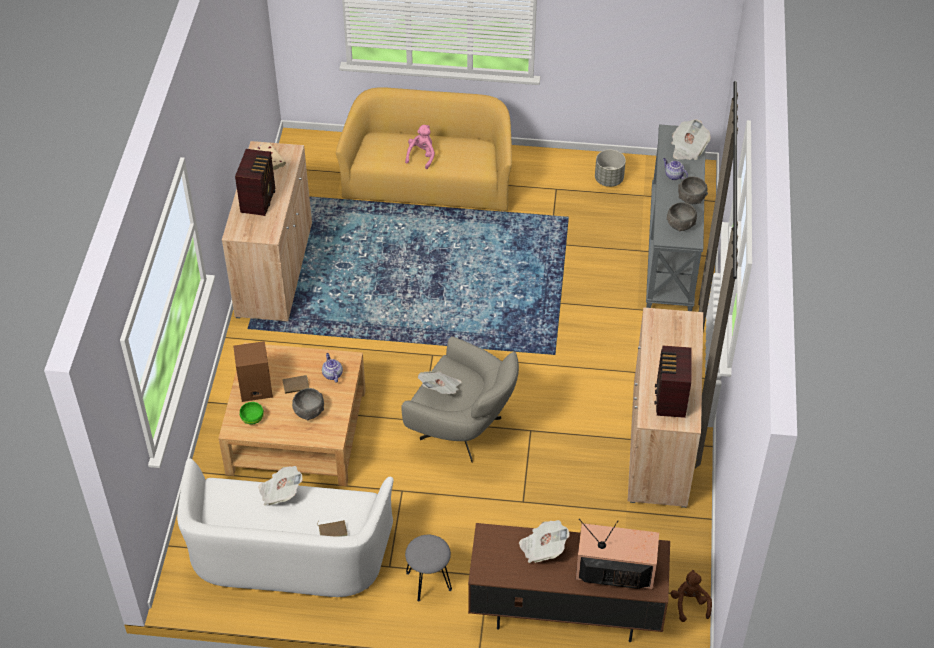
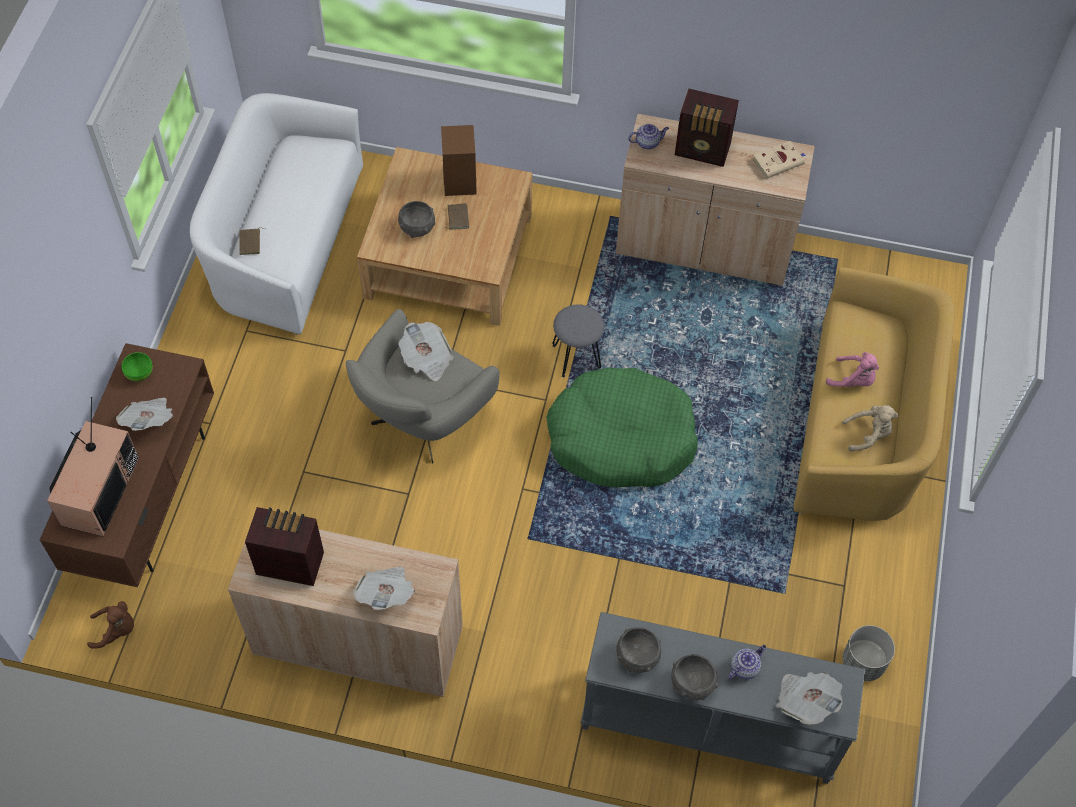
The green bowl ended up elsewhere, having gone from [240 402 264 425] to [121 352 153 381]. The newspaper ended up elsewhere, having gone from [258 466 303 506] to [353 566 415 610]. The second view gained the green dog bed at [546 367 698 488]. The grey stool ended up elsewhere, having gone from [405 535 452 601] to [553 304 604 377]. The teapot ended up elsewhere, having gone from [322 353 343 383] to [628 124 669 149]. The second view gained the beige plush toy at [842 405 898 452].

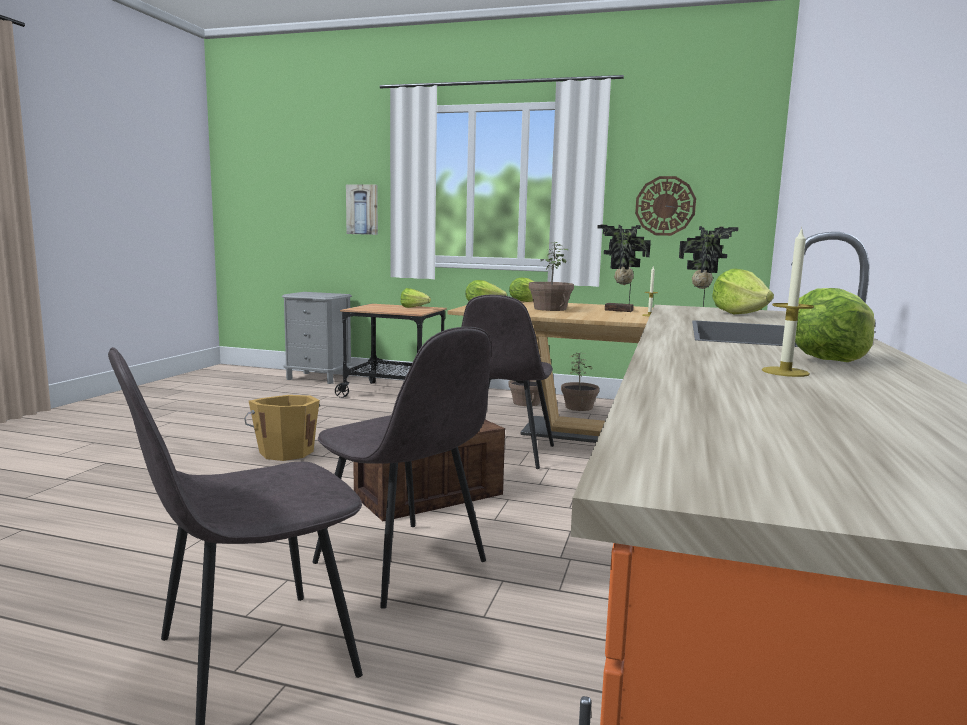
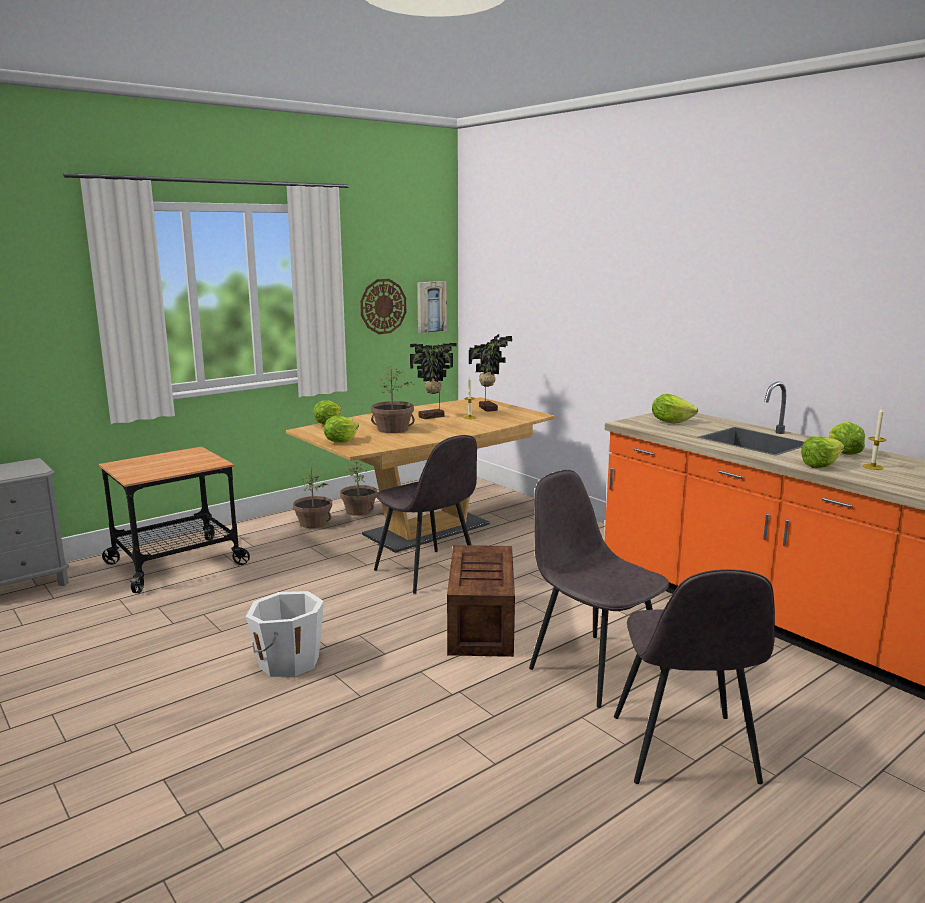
What was the orange bucket at [244 395 320 461] turned into the white bucket at [246 591 324 677]. The picture ended up elsewhere, having gone from [346 185 378 235] to [417 281 447 333]. The grey chair at [312 327 491 609] ended up facing another way, 120 degrees counterclockwise from before. The lettuce ended up elsewhere, having gone from [400 288 431 308] to [801 436 844 468].

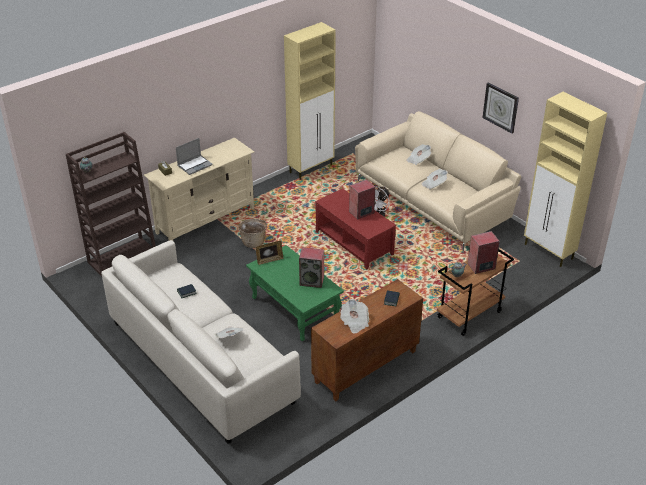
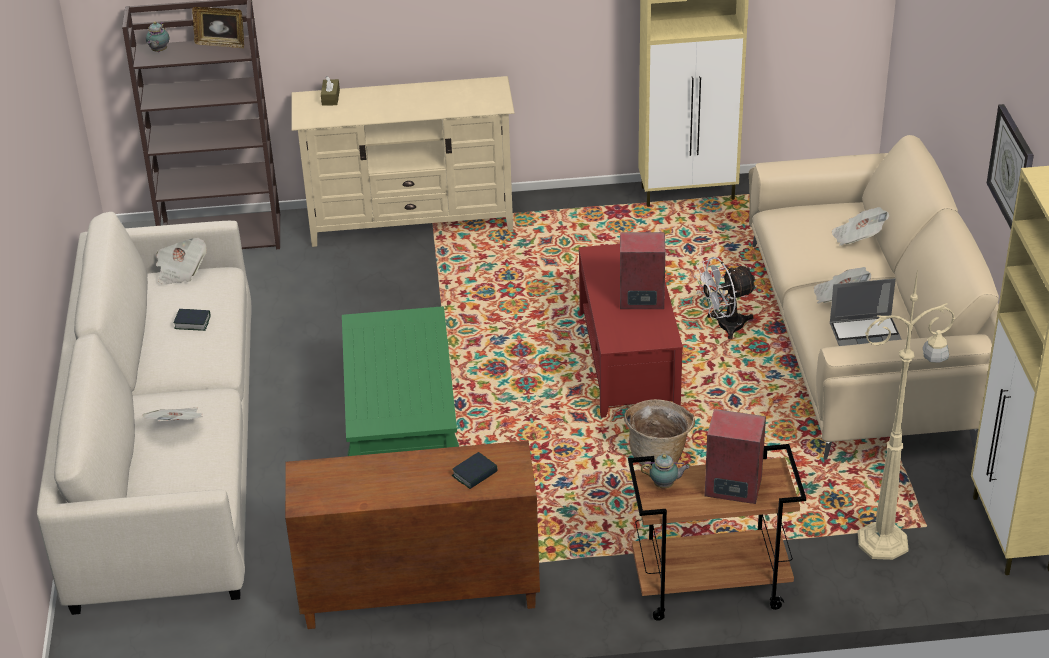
The newspaper ended up elsewhere, having gone from [340 299 369 334] to [156 238 207 284]. The picture frame ended up elsewhere, having gone from [256 241 284 265] to [192 7 244 48]. The basket ended up elsewhere, having gone from [238 219 267 248] to [624 399 695 468]. The laptop ended up elsewhere, having gone from [176 138 213 175] to [830 278 902 346]. The second view gained the beige floor lamp at [858 269 955 560]. The second view lost the speaker at [299 247 324 288].

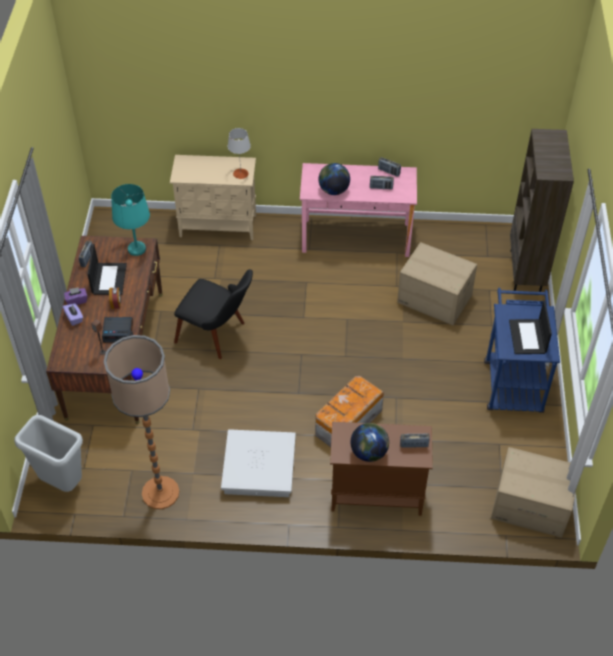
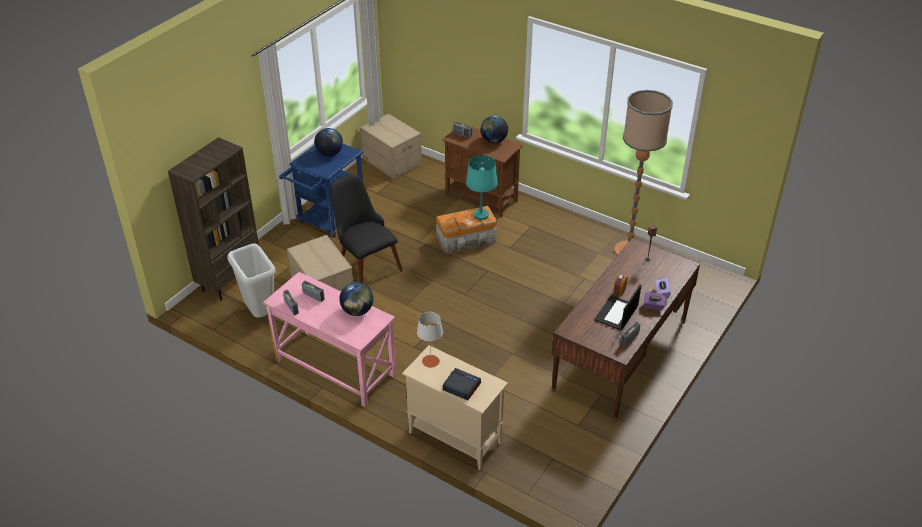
The grey trash can ended up elsewhere, having gone from [14 415 83 492] to [227 244 276 318]. Where the laptop stood at [509 300 552 354], the globe came to stand at [314 128 343 156]. The black chair ended up elsewhere, having gone from [174 269 253 359] to [330 174 403 283]. The alarm clock ended up elsewhere, having gone from [102 317 133 343] to [443 368 481 400]. The turquoise table lamp ended up elsewhere, having gone from [111 184 150 256] to [466 155 498 220]. The second view lost the white storage box at [221 429 296 497].

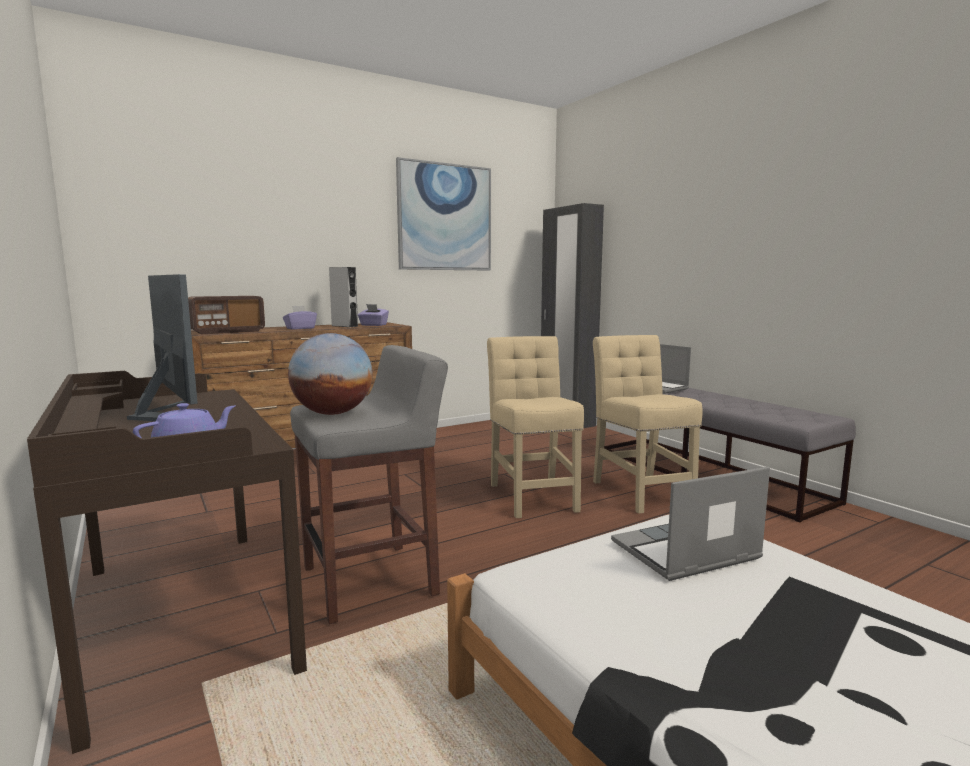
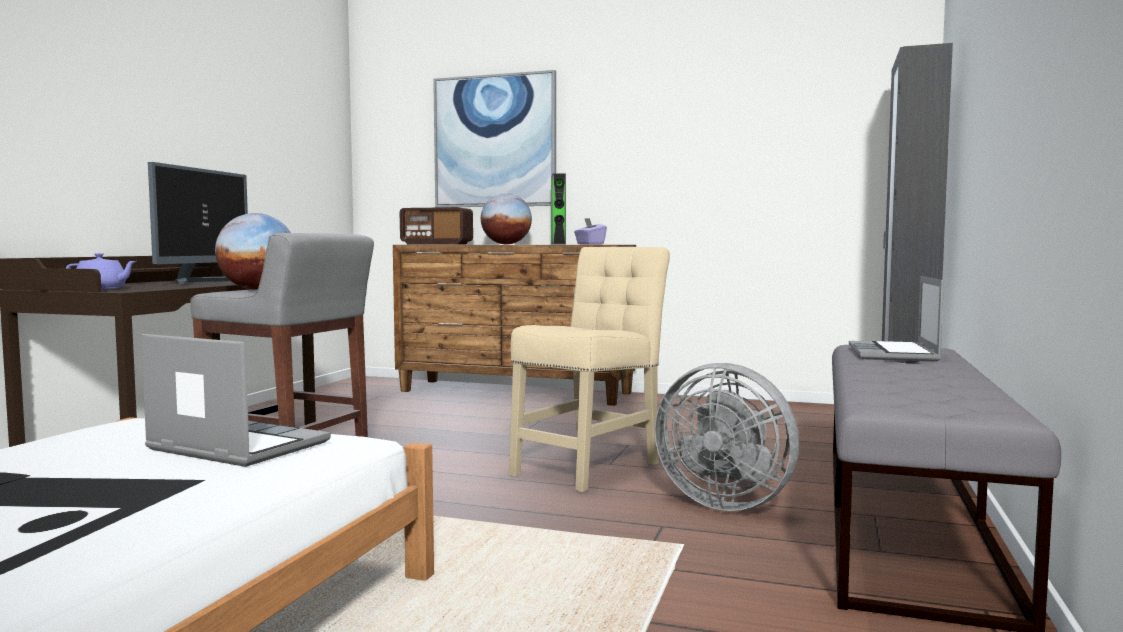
The picture ended up elsewhere, having gone from [396 157 491 270] to [433 70 556 208]. Where the purple tissue box stood at [283 306 317 330], the globe came to stand at [481 193 532 244]. What was the grey speaker at [329 267 358 327] turned into the green speaker at [551 173 566 244]. Where the beige chair stood at [593 335 703 514], the grey fan came to stand at [655 363 799 511].

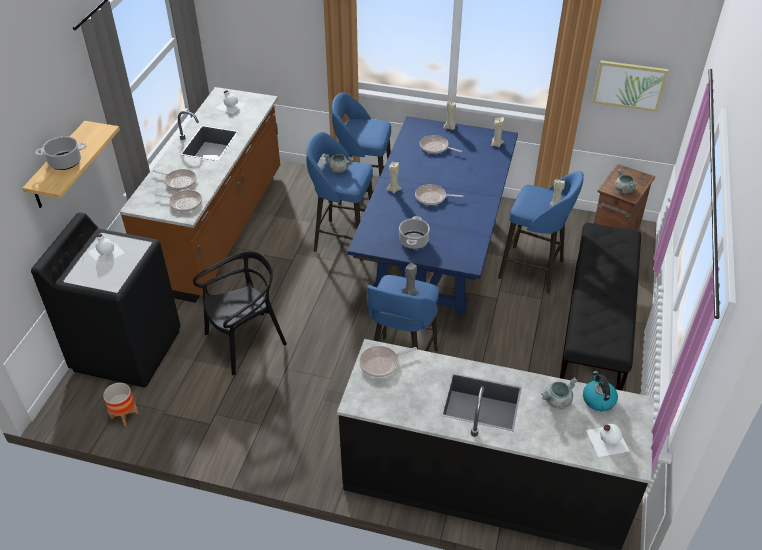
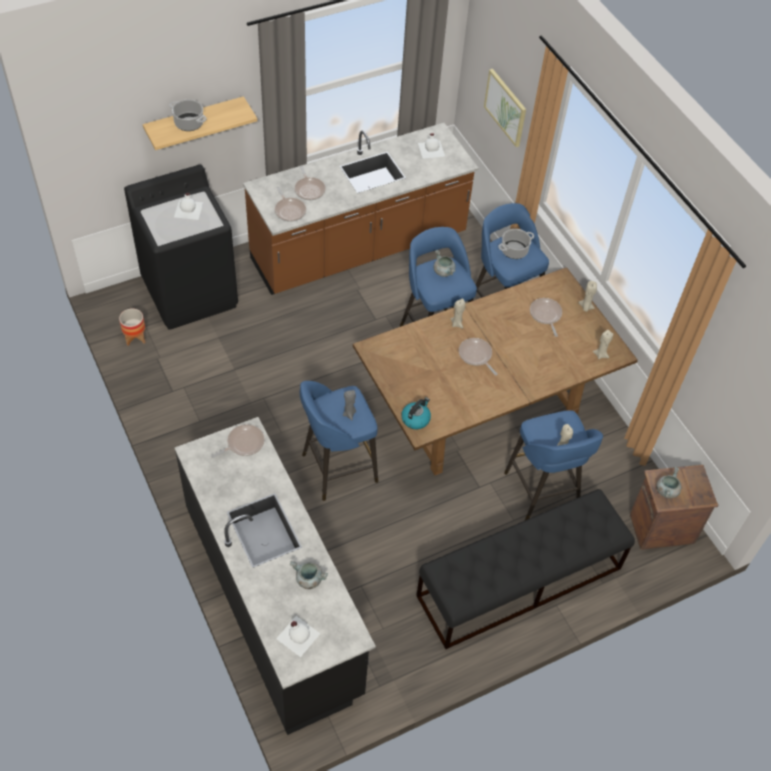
The frying pan at [359 346 417 377] ended up facing another way, 120 degrees clockwise from before. What was the blue dining table at [347 116 518 316] turned into the brown dining table at [353 267 638 475]. The kettle ended up elsewhere, having gone from [583 371 618 411] to [401 397 431 429]. The picture ended up elsewhere, having gone from [592 61 668 112] to [484 69 526 147]. The cooking pot ended up elsewhere, having gone from [399 216 430 249] to [498 229 534 259]. The second view lost the black chair at [193 251 287 375].

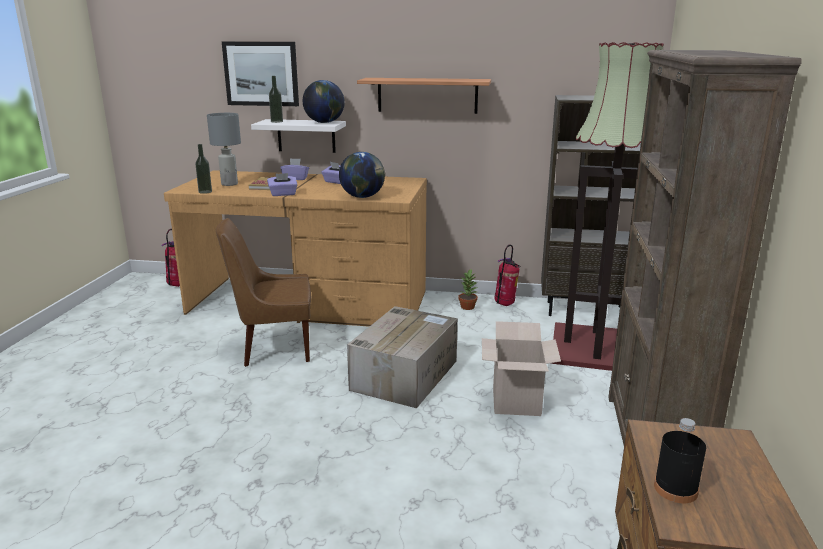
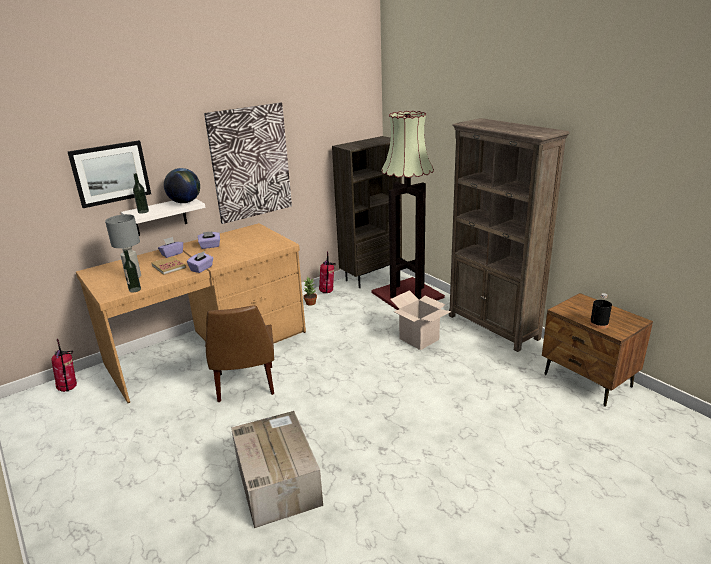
Where the shelf hung at [357 78 491 114], the picture came to hang at [204 102 292 224]. The brown chair at [216 218 311 367] ended up facing another way, 45 degrees counterclockwise from before. The cardboard box ended up elsewhere, having gone from [347 306 458 408] to [231 411 323 528]. The second view lost the globe at [339 152 385 198].

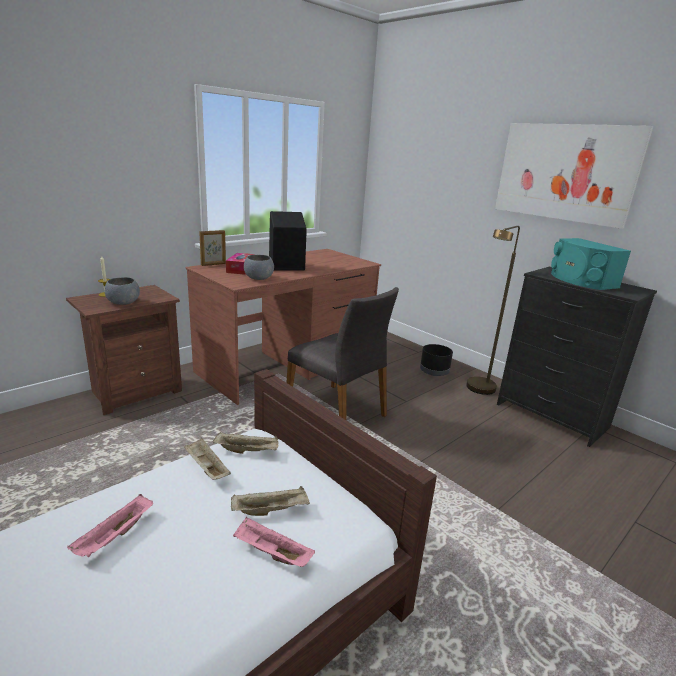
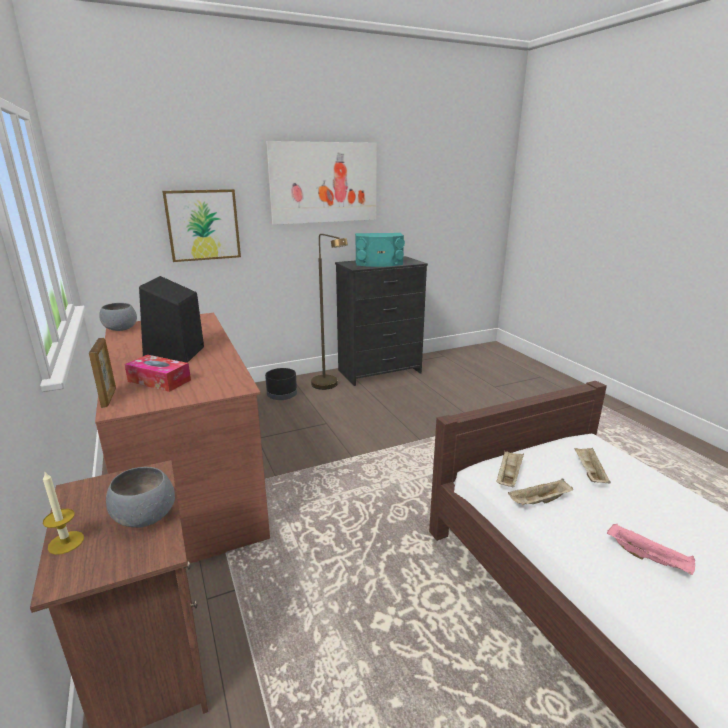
The grey bowl ended up elsewhere, having gone from [244 255 274 280] to [99 303 137 331]. The second view gained the picture at [162 189 241 262]. The second view lost the pink tray at [233 517 315 567]. The second view lost the grey chair at [286 287 399 420].

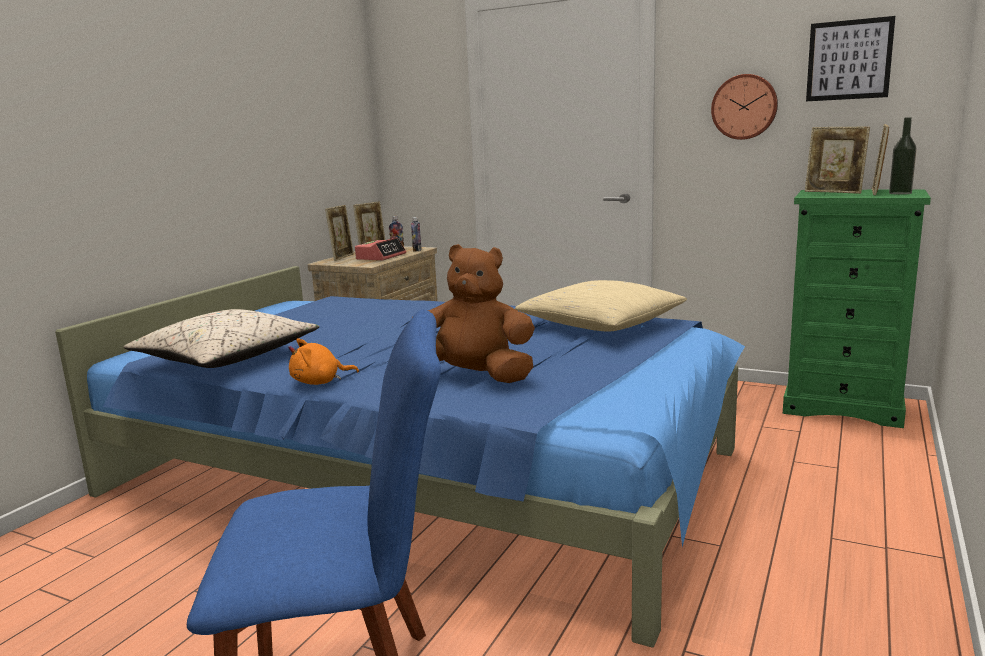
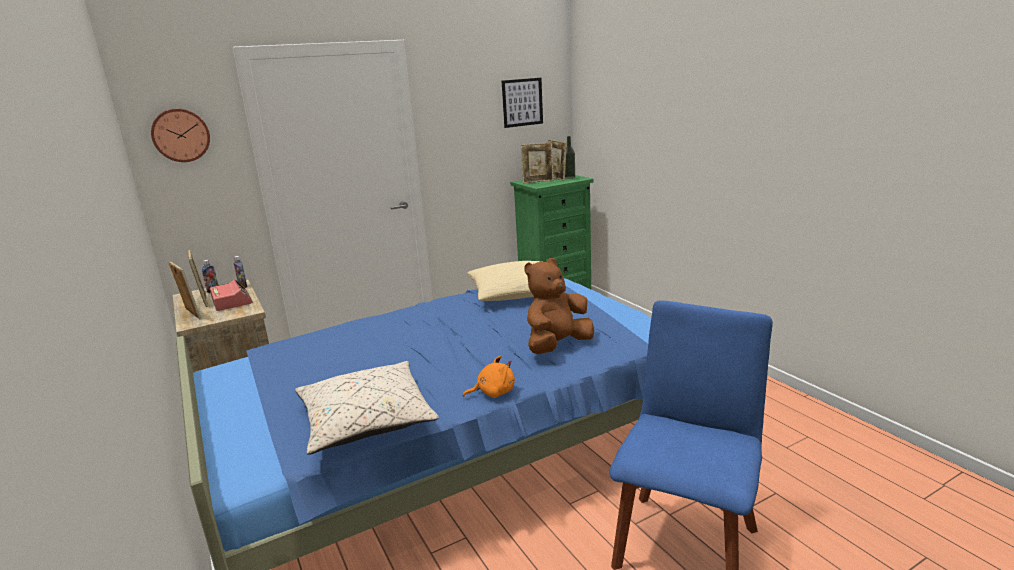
The wall clock ended up elsewhere, having gone from [711 74 778 140] to [151 109 210 162]. The orange plush toy at [288 338 359 385] ended up facing another way, 120 degrees counterclockwise from before.

